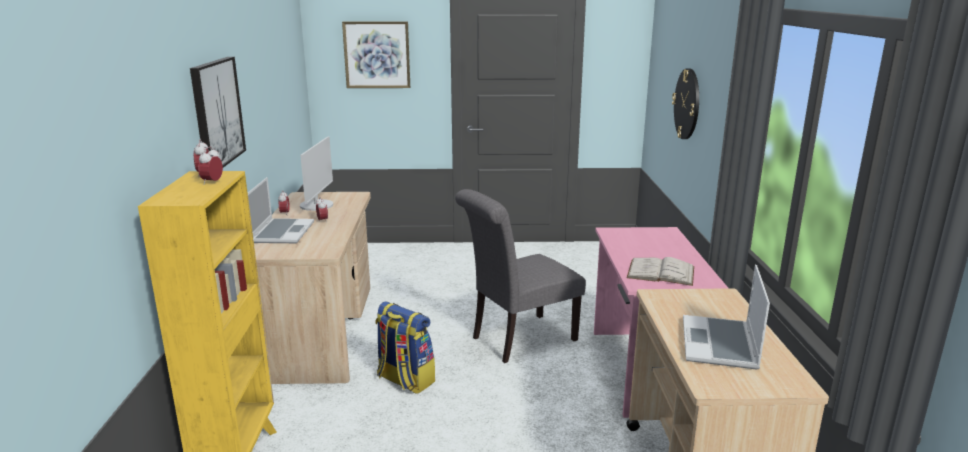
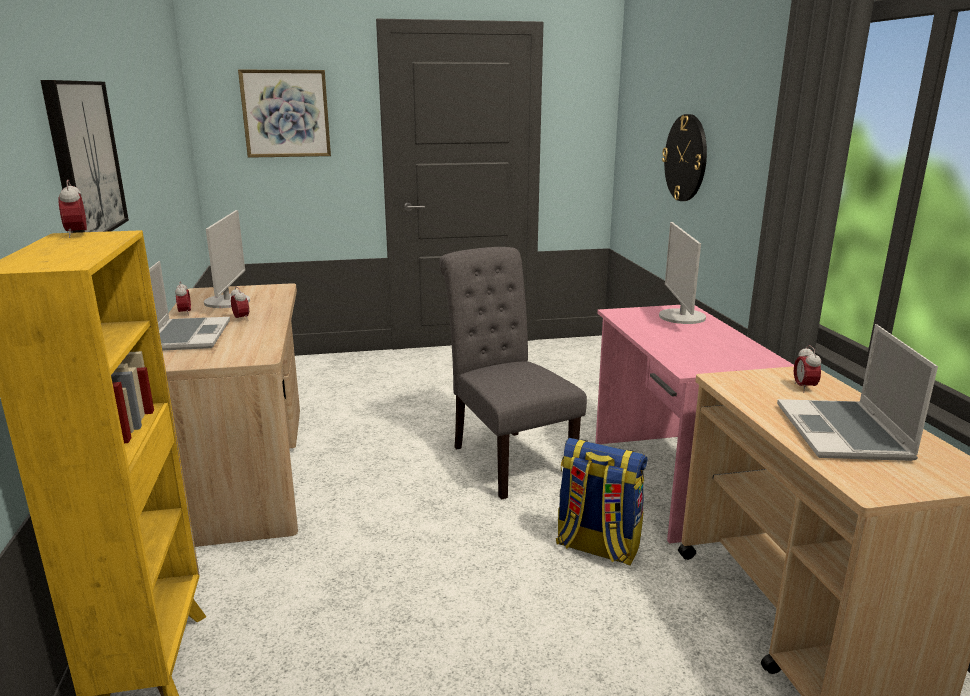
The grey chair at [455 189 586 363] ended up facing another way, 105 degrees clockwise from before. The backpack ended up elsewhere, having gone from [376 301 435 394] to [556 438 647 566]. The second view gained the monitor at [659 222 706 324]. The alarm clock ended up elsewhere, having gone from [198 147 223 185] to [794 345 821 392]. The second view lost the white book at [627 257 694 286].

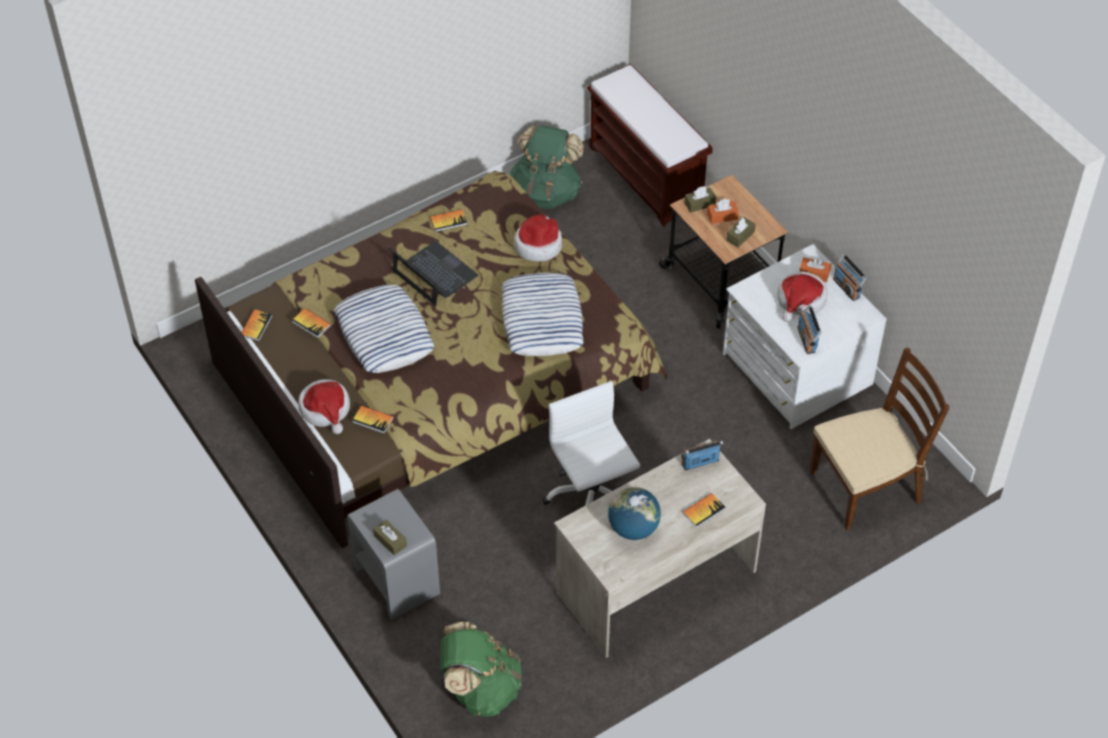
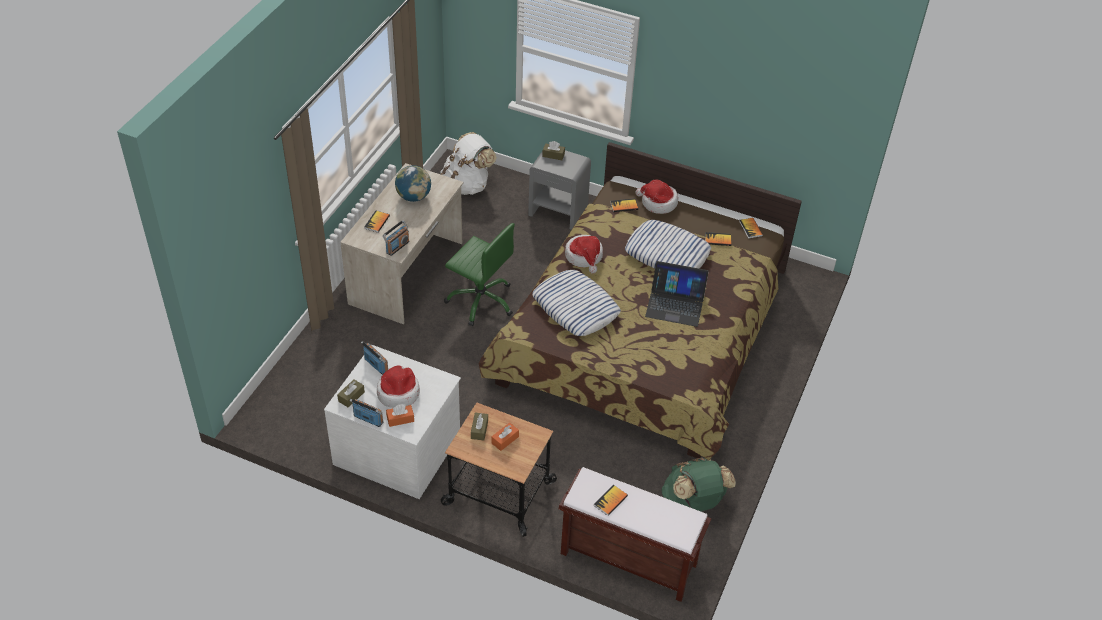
The brown tissue box ended up elsewhere, having gone from [684 186 716 213] to [337 380 365 407]. What was the green backpack at [440 622 521 717] turned into the white backpack at [440 132 497 195]. What was the white office chair at [542 381 640 506] turned into the green office chair at [444 223 515 326]. The hat ended up elsewhere, having gone from [514 215 562 261] to [565 235 603 274]. The book ended up elsewhere, having gone from [430 209 467 232] to [594 485 628 516]. The second view lost the brown chair at [810 347 950 530].

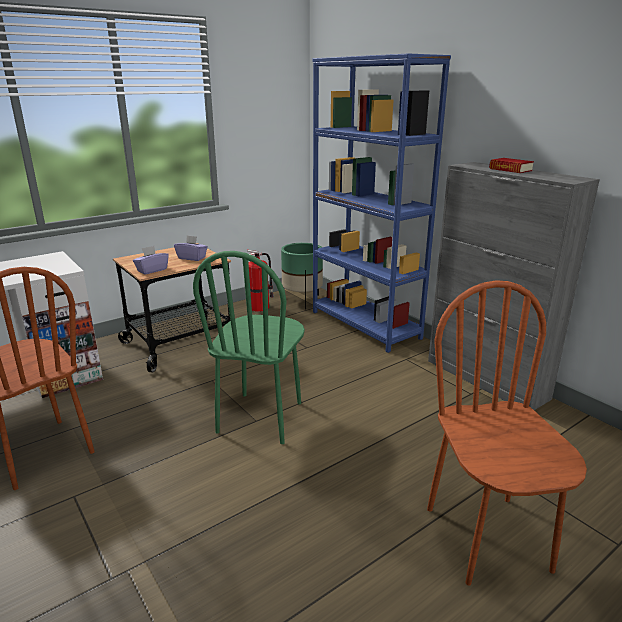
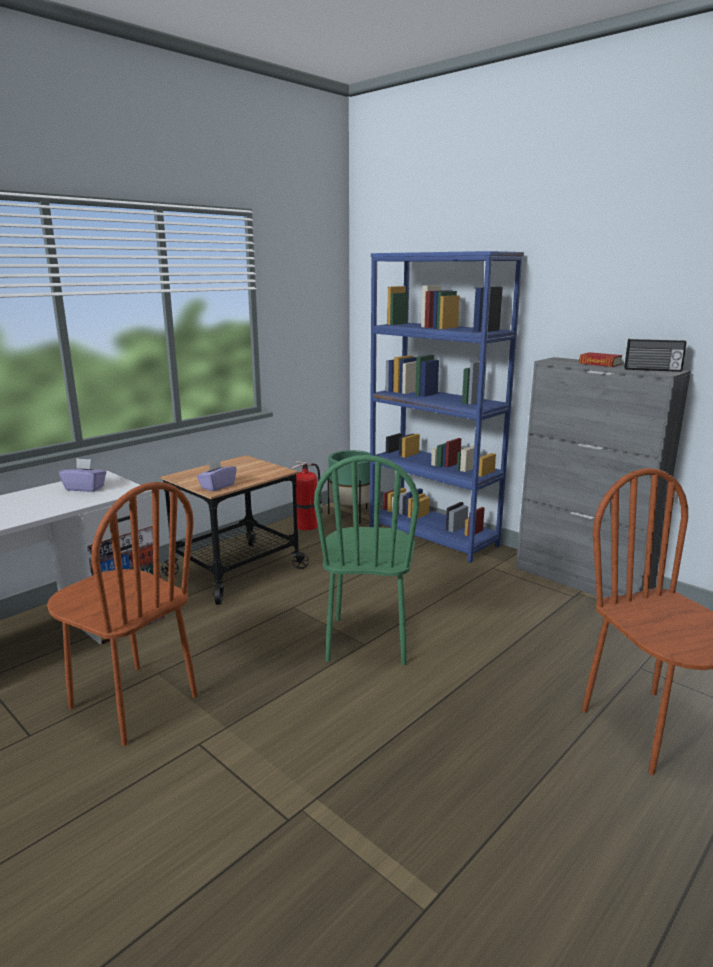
The purple tissue box ended up elsewhere, having gone from [174 235 208 261] to [59 458 107 492]. The second view gained the radio at [624 339 687 372].

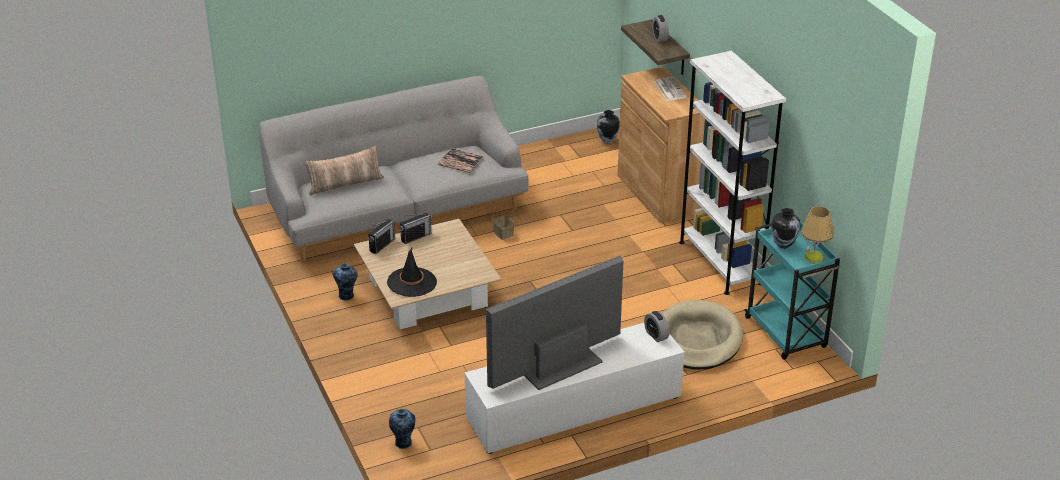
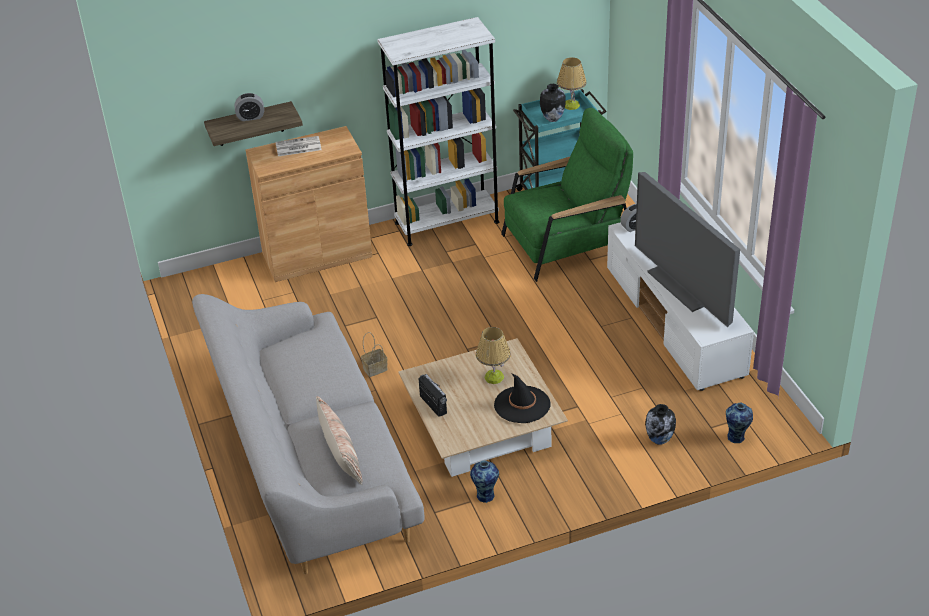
The second view gained the table lamp at [476 327 511 384]. Where the beige dog bed stood at [662 300 743 369], the green armchair came to stand at [501 108 633 282]. The vase ended up elsewhere, having gone from [597 110 619 143] to [645 404 676 445]. The second view lost the radio at [368 219 395 254]. The second view lost the book at [438 148 484 173].

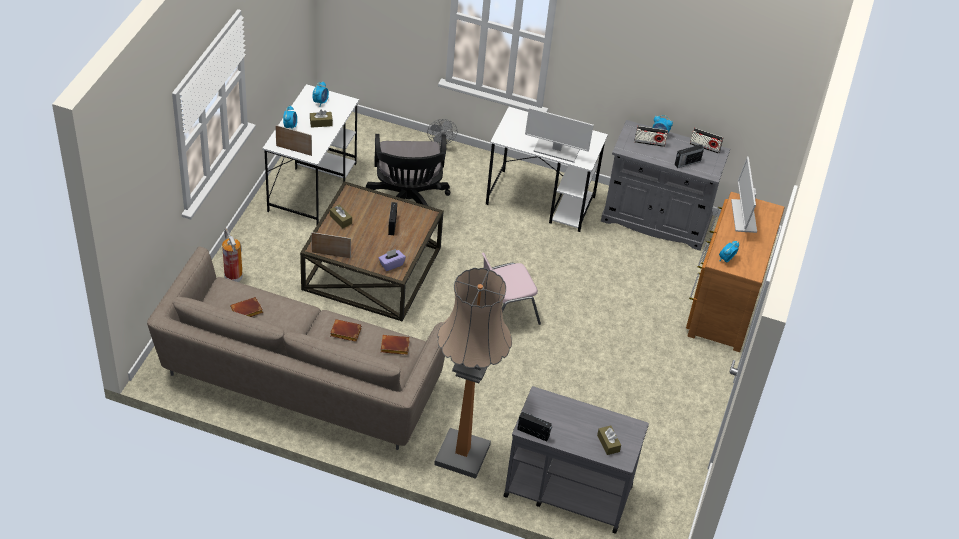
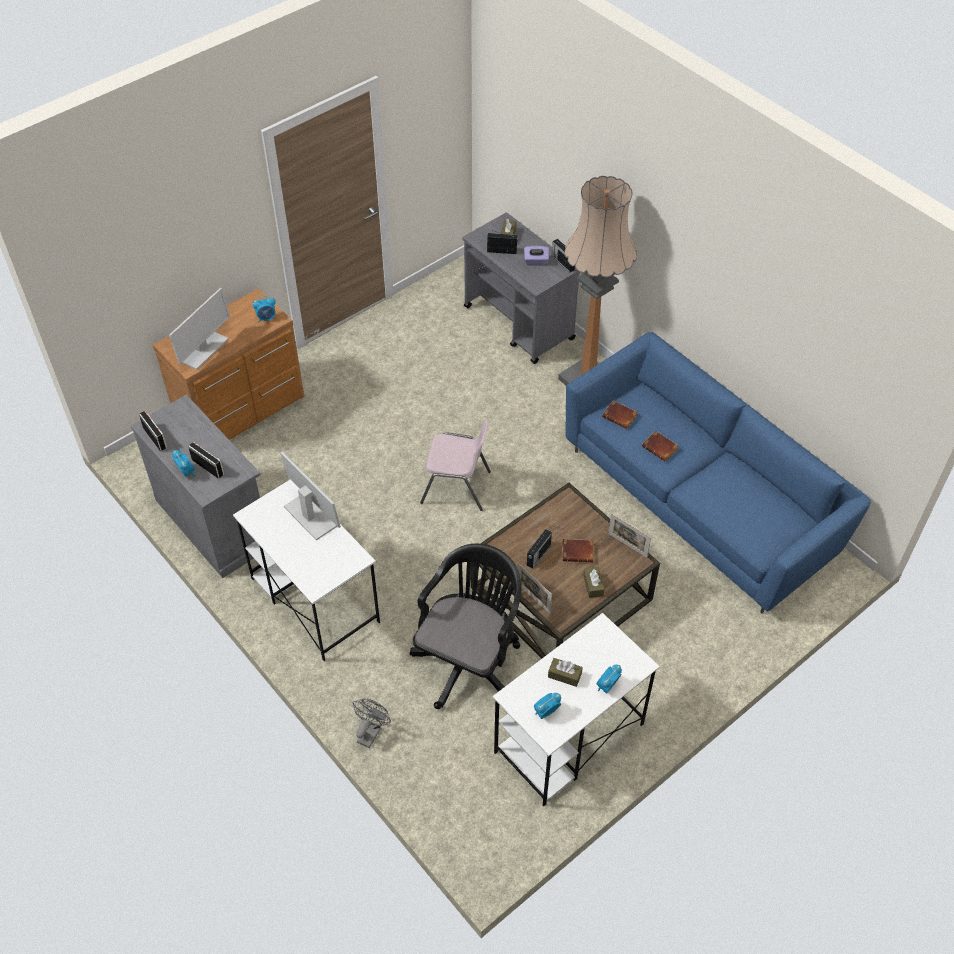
The radio ended up elsewhere, having gone from [675 144 704 168] to [487 231 518 254]. The picture frame ended up elsewhere, having gone from [275 125 312 156] to [518 563 552 614]. The purple tissue box ended up elsewhere, having gone from [379 249 406 271] to [524 246 549 266]. The brown book ended up elsewhere, having gone from [230 297 263 317] to [562 539 594 562]. What was the beige sofa at [147 246 445 450] turned into the blue sofa at [566 332 871 614]. The second view lost the fire extinguisher at [222 228 243 282].

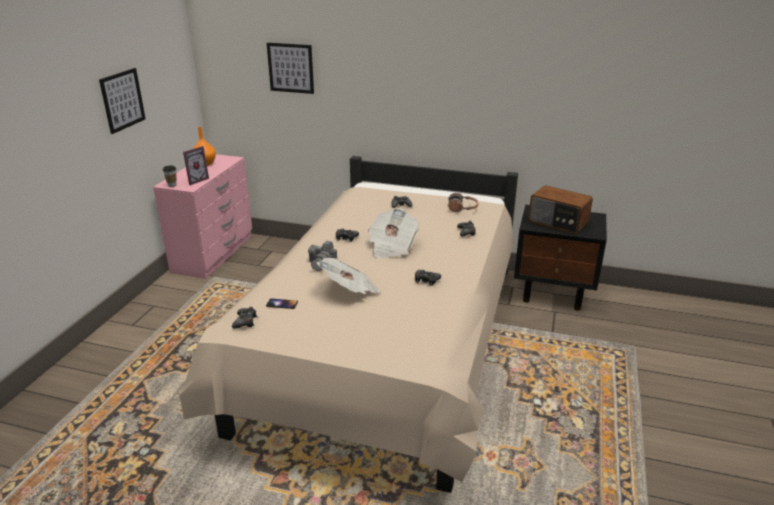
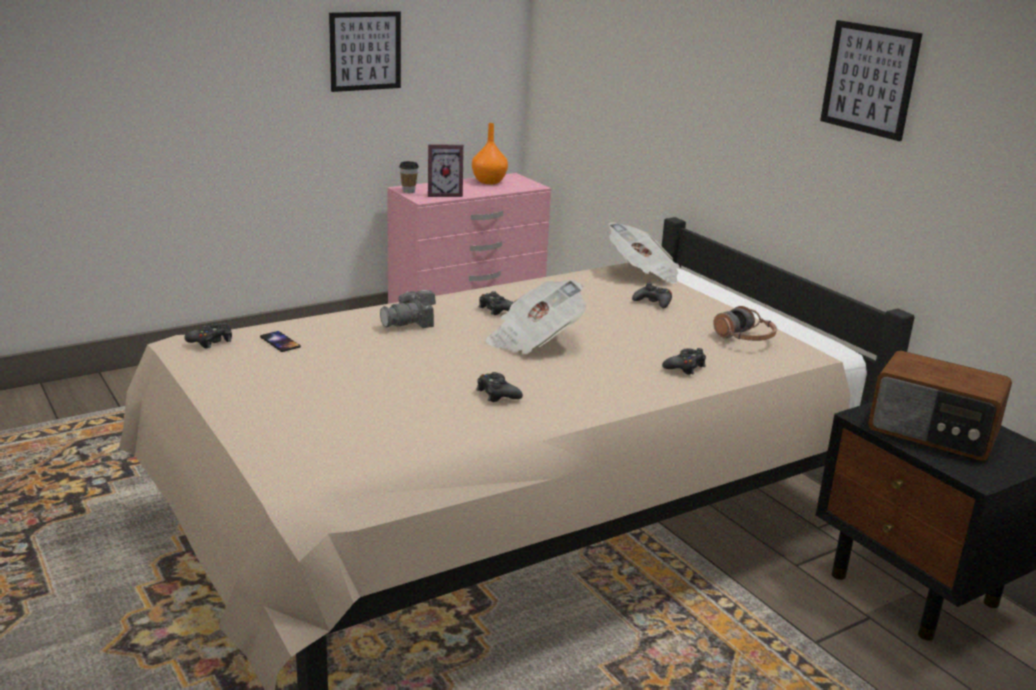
The newspaper ended up elsewhere, having gone from [317 258 381 294] to [609 222 679 285]. The picture ended up elsewhere, having gone from [267 43 314 94] to [820 20 923 141]. The radio at [528 185 593 234] ended up facing another way, 45 degrees counterclockwise from before.

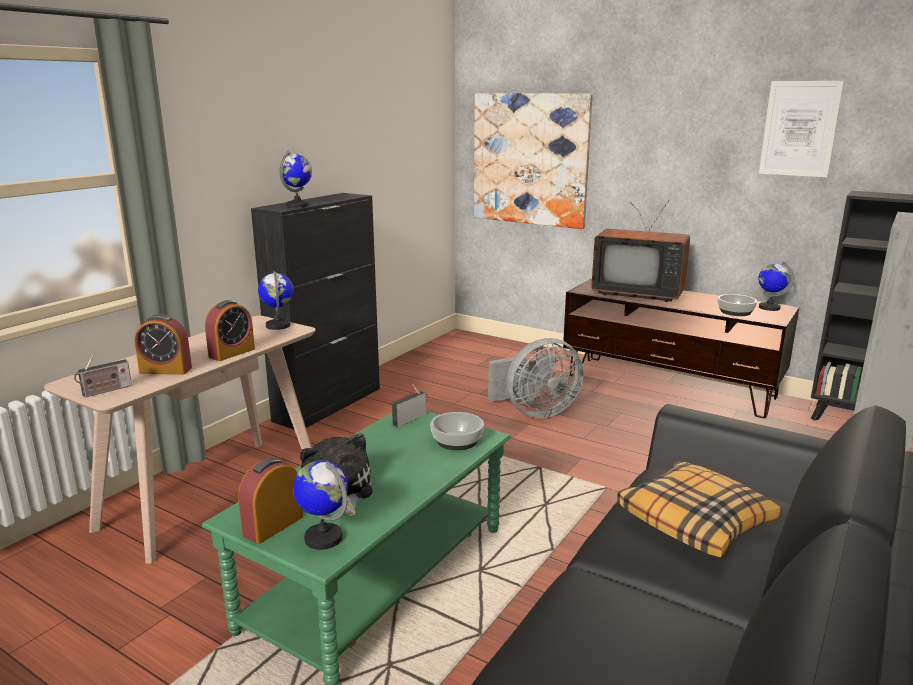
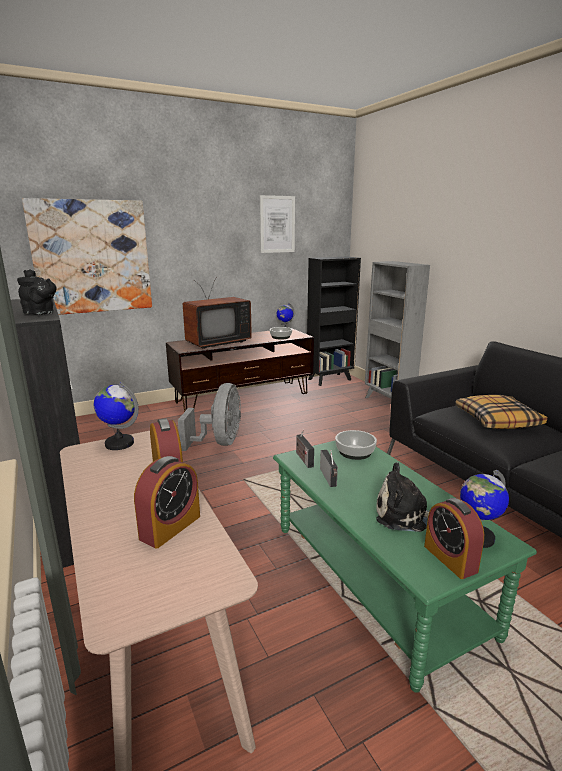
Where the globe stood at [279 151 312 208], the black teapot came to stand at [17 269 57 315]. The radio ended up elsewhere, having gone from [74 353 132 397] to [320 450 338 487].

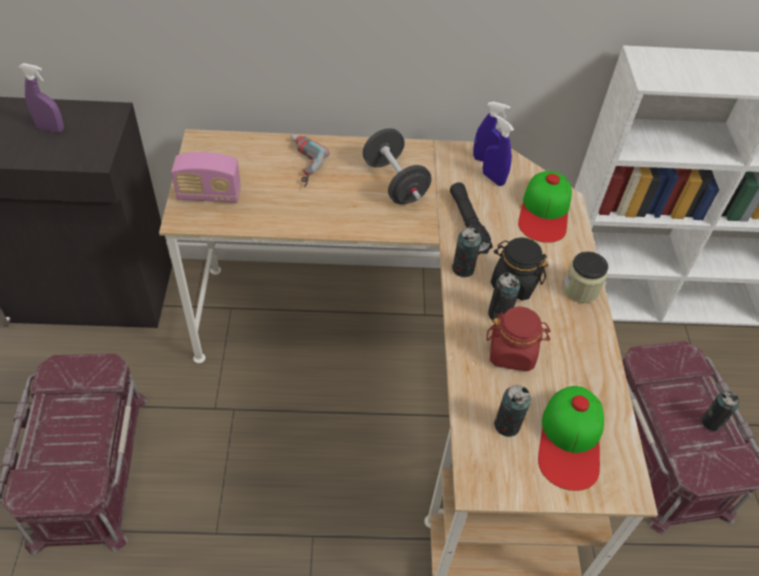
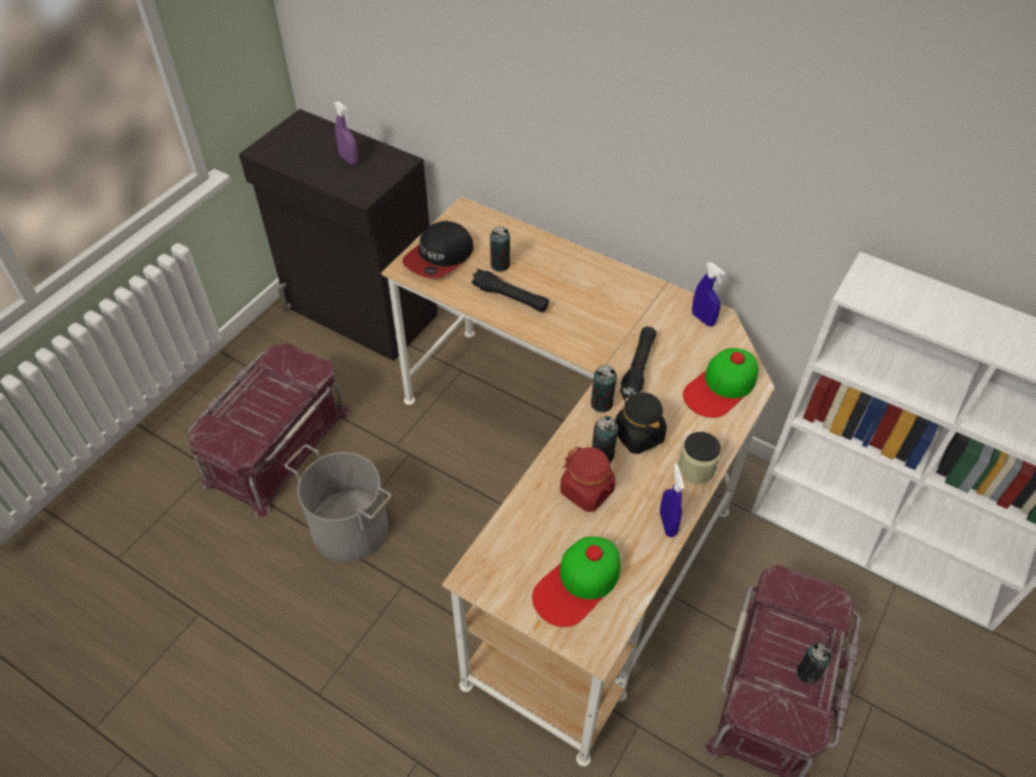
The second view gained the grey bucket at [285 444 391 562]. Where the radio stood at [171 152 241 203], the cap came to stand at [402 221 474 278]. The second view gained the black flashlight at [471 269 549 312]. The can ended up elsewhere, having gone from [494 385 531 437] to [490 227 510 272]. The blue spray bottle ended up elsewhere, having gone from [483 115 514 186] to [660 463 685 537]. The second view lost the power drill at [290 134 329 187]. The second view lost the black dumbbell at [362 128 432 205].

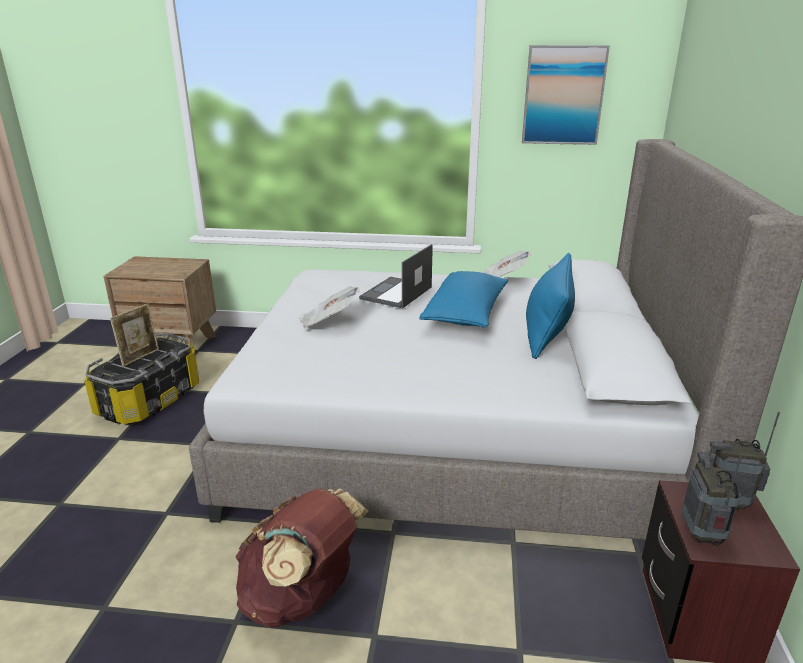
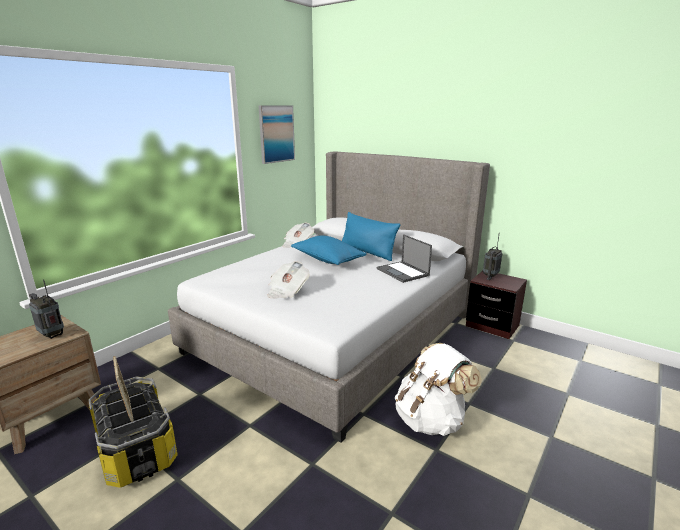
The radio ended up elsewhere, having gone from [682 452 742 545] to [29 279 64 339]. The laptop ended up elsewhere, having gone from [359 244 433 308] to [377 234 432 283]. What was the brown backpack at [235 488 369 628] turned into the white backpack at [395 343 482 436].

